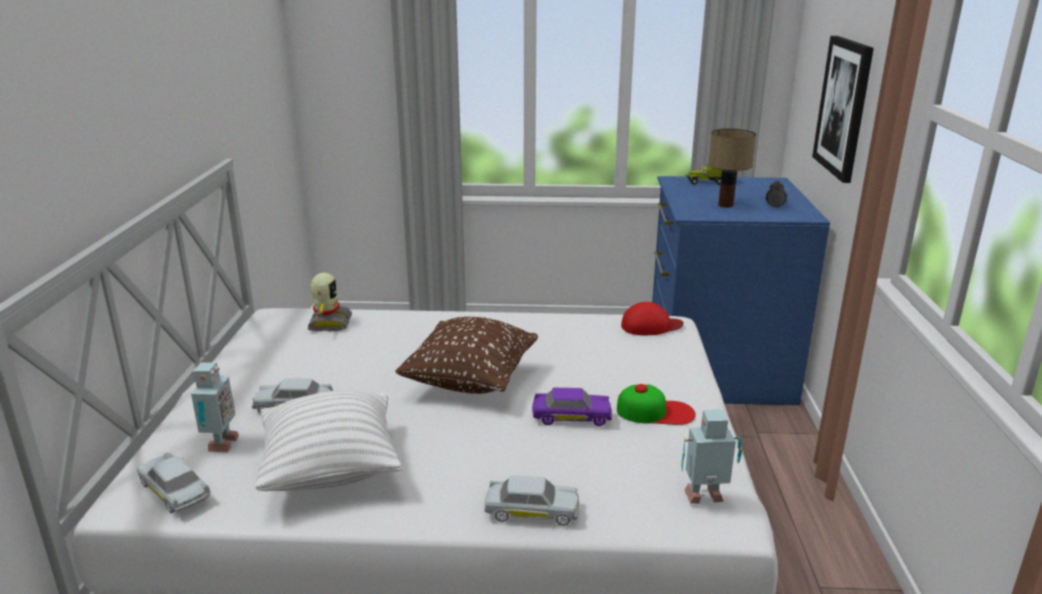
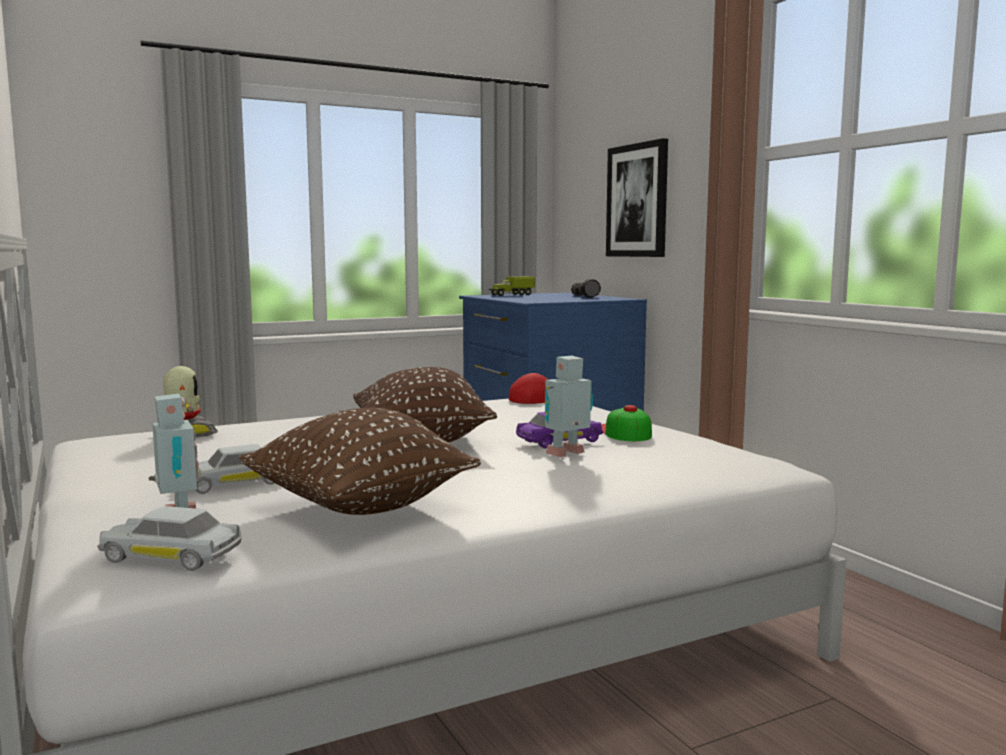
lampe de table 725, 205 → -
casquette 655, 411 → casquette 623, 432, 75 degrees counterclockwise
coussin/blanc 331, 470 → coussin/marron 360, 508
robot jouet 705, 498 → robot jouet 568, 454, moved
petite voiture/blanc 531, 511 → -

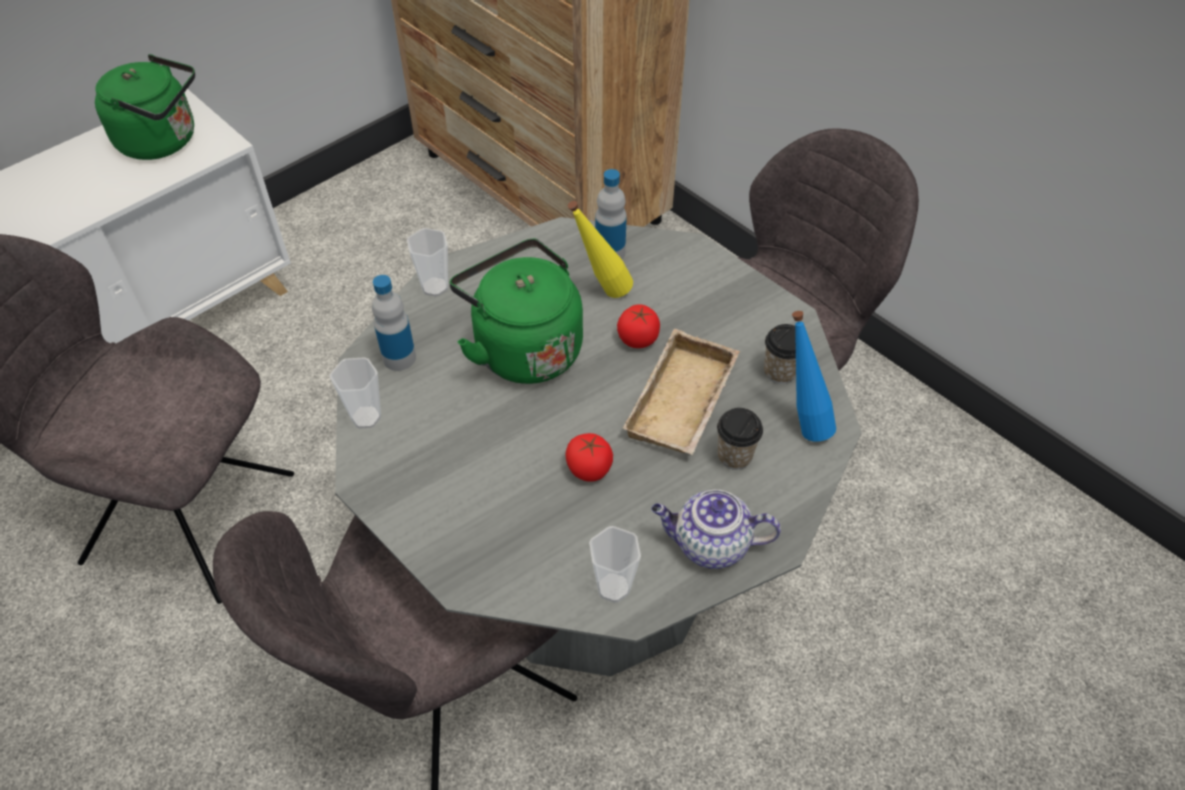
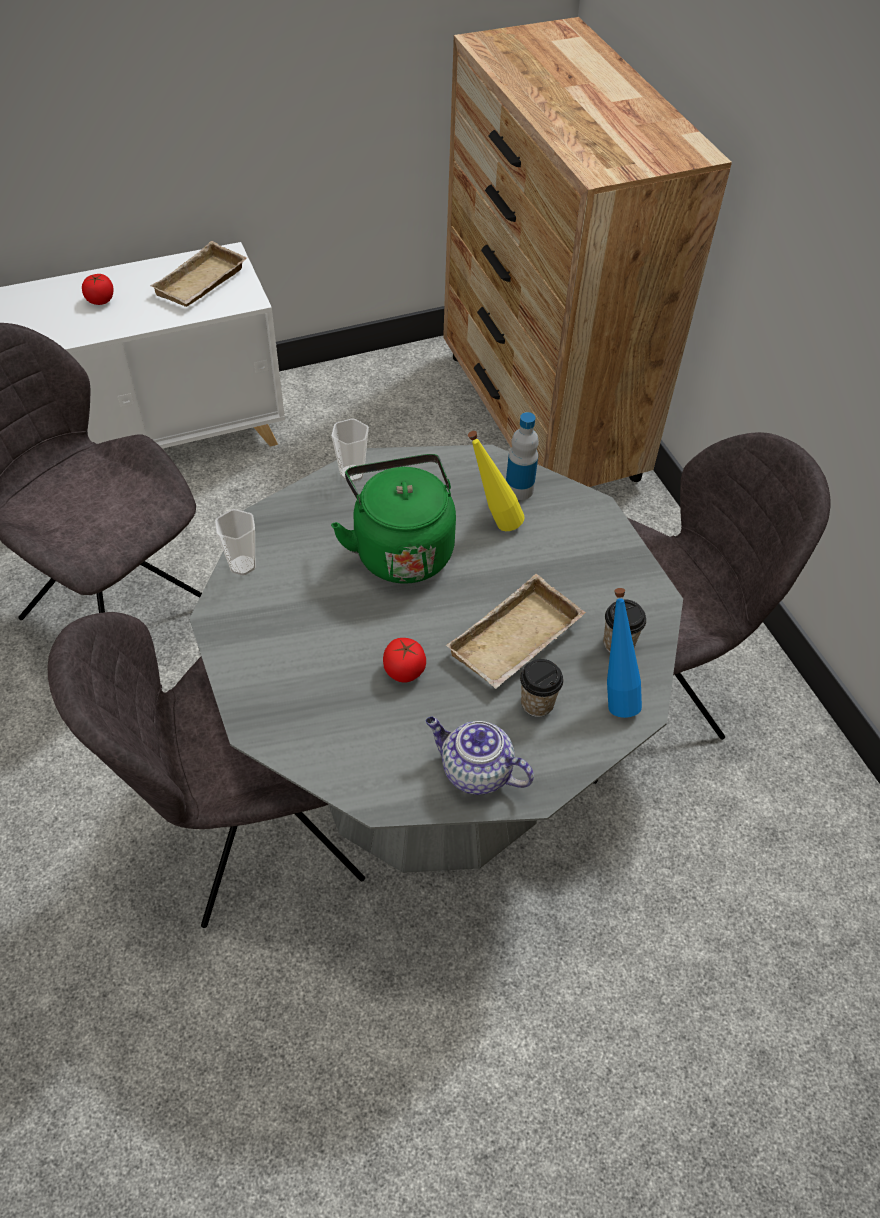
bouilloire/vert 163, 141 → plateau/beige 202, 284
bouteille 399, 358 → -
tomate 638, 338 → tomate 100, 300, moved
tasse 613, 587 → -

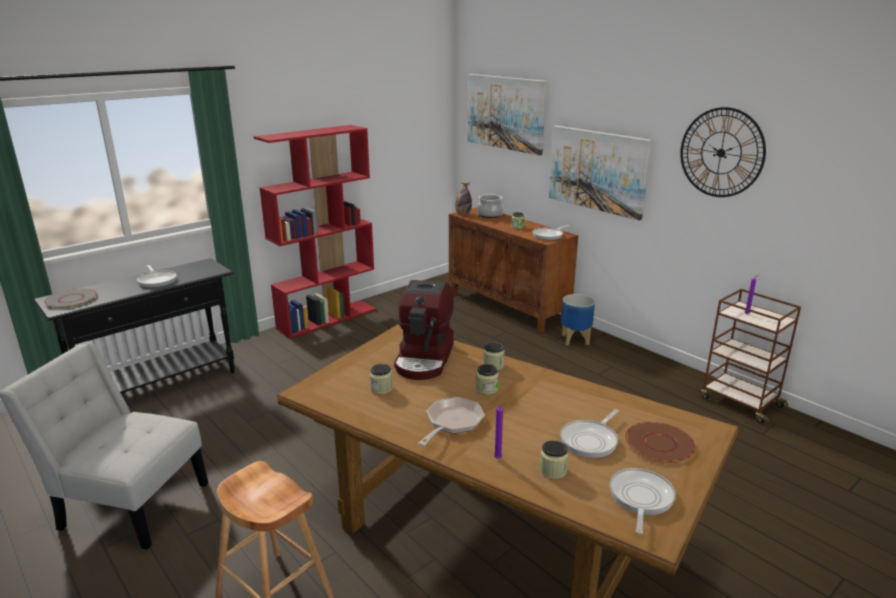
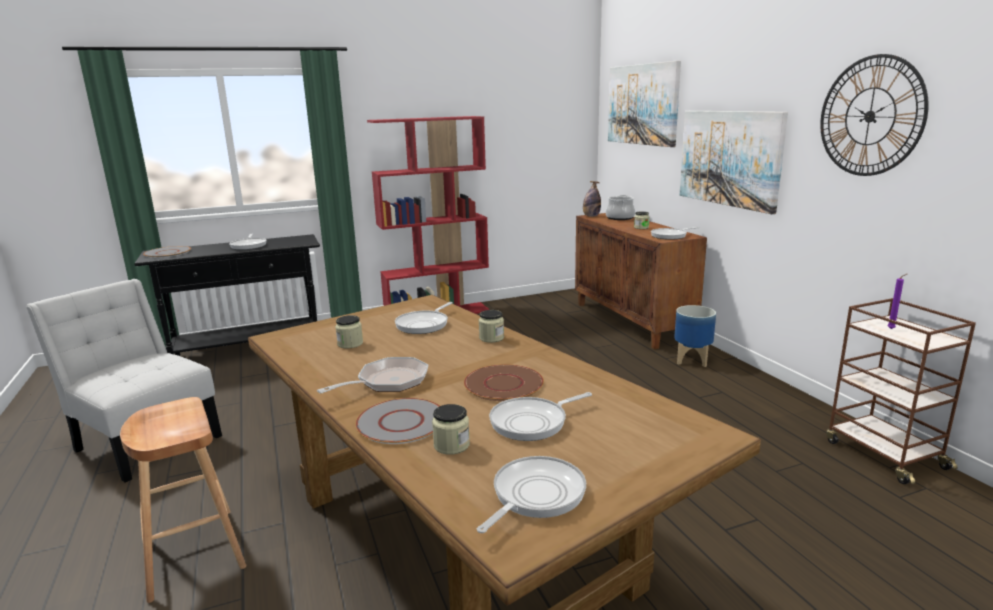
machine à café 425, 359 → poêle 424, 324
bocal 487, 389 → -
bougie/violet 499, 458 → assiette/gris 401, 423
assiette/marron 660, 444 → assiette/marron 504, 384, moved

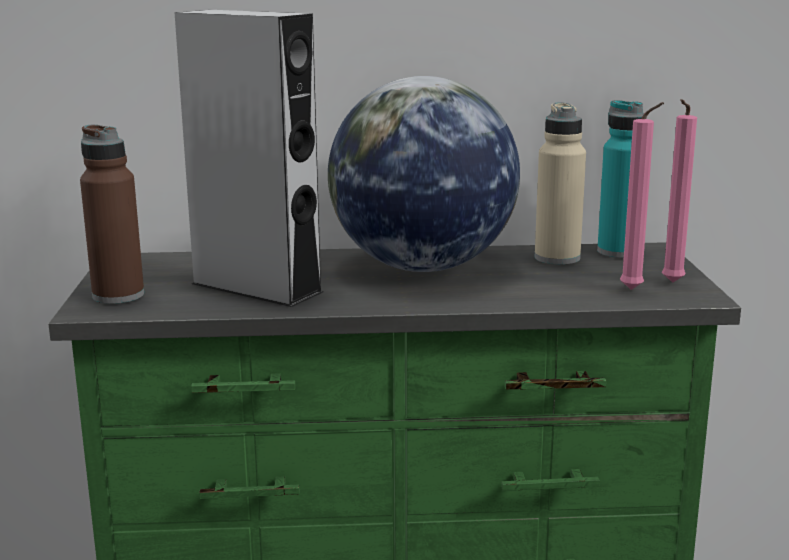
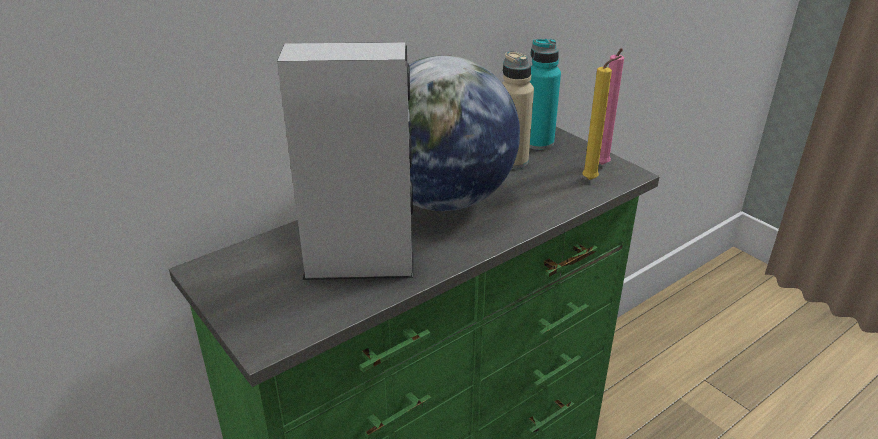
bougie/rose 634, 290 → bougie/jaune 592, 180
bouteille/marron 118, 296 → -

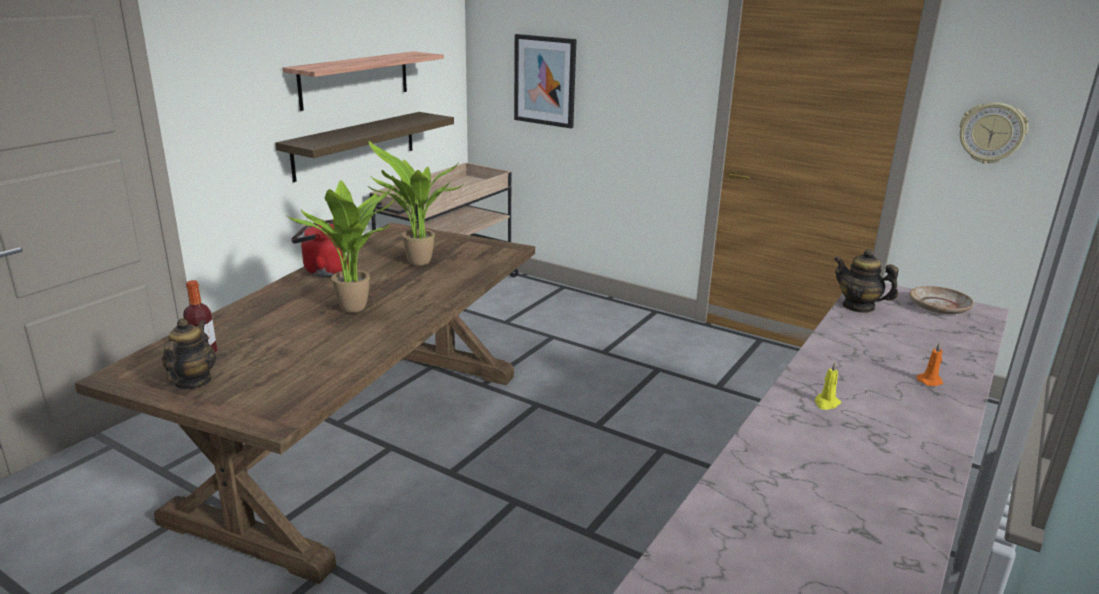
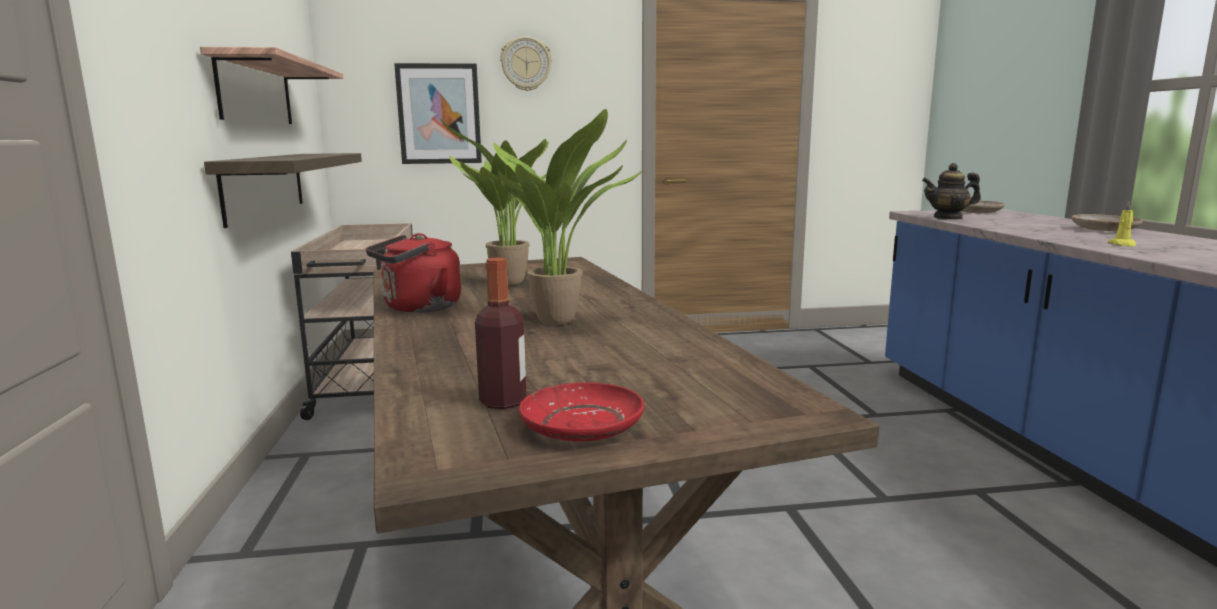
horloge murale 991, 133 → horloge murale 526, 64, moved
théière 192, 382 → assiette/rouge 582, 427
bougie/orange 930, 381 → assiette/beige 1104, 229

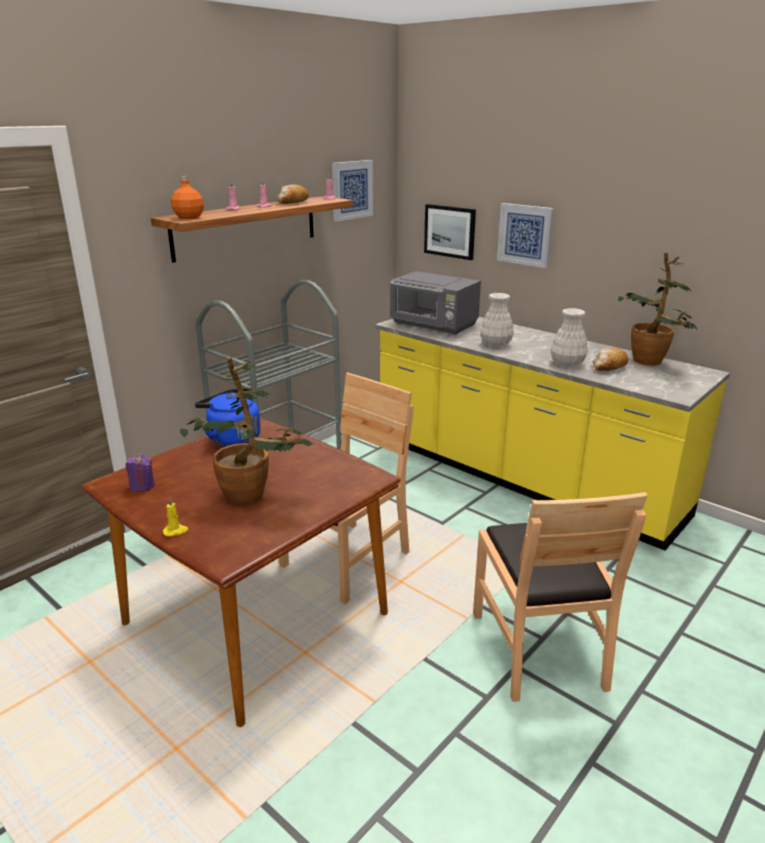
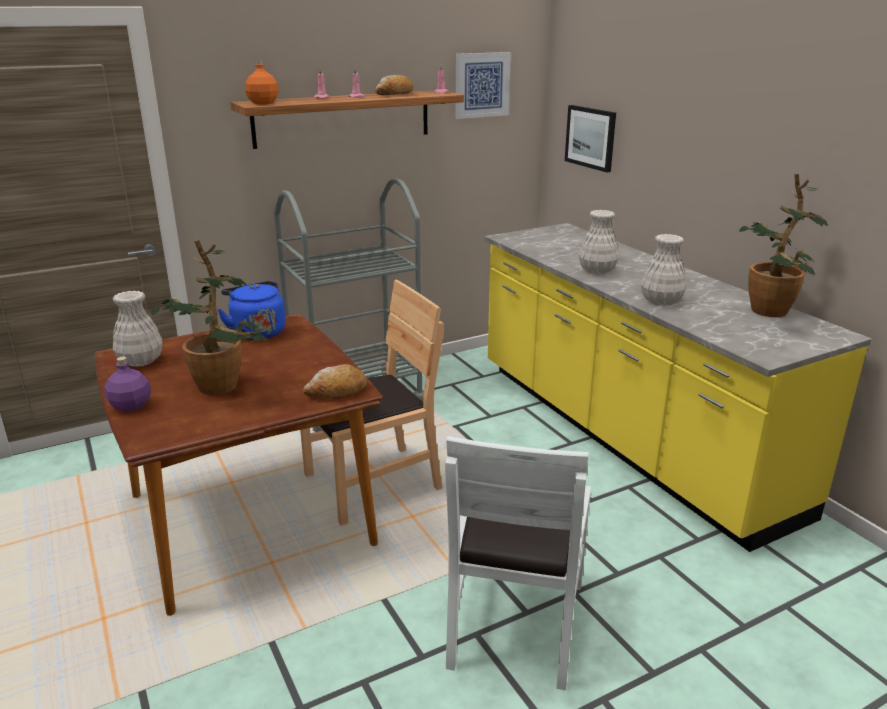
tableau 525, 235 → -
micro-ondes/gris 434, 325 → -
pain 608, 366 → pain 337, 391, moved
bougie/violet 142, 486 → vase/blanc 141, 361
chaise/marron 539, 648 → chaise/blanc 514, 622
bougie/jaune 176, 531 → bouteille/violet 131, 406

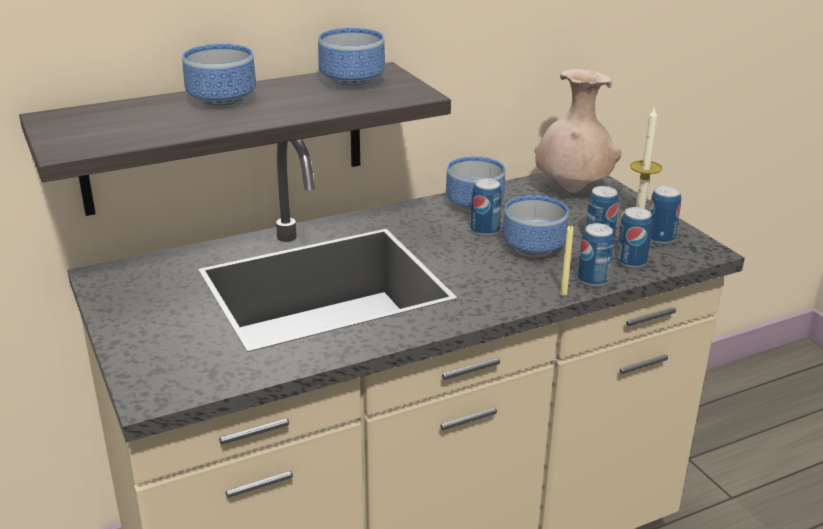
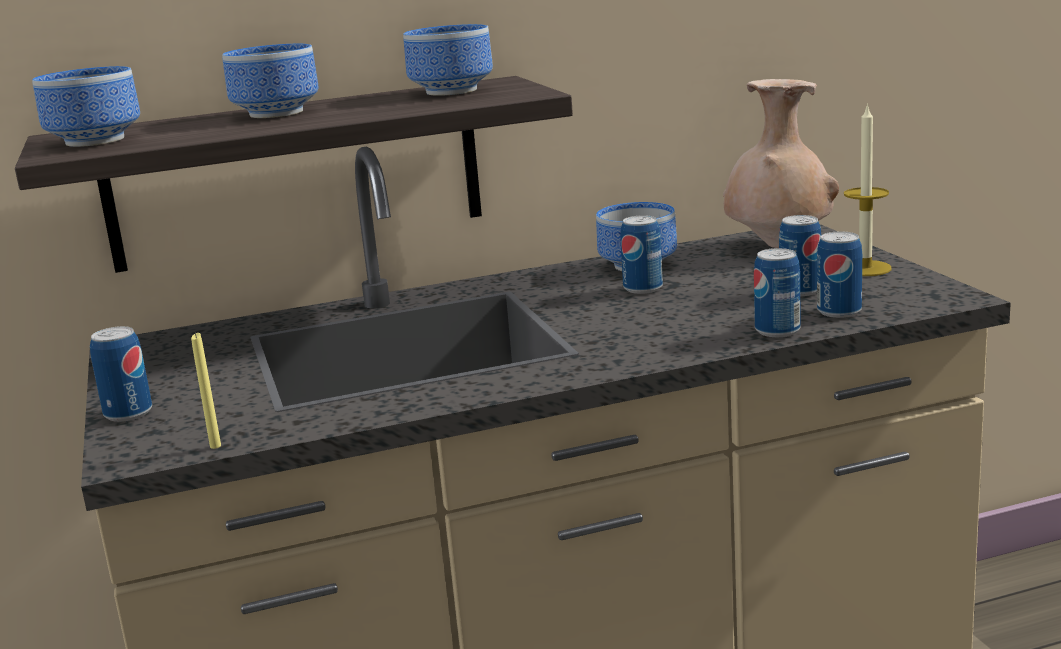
boîte métallique 660, 238 → boîte métallique 128, 413, moved
bol 533, 247 → bol 97, 140, moved
bougie/jaune 563, 293 → bougie/jaune 215, 446, moved

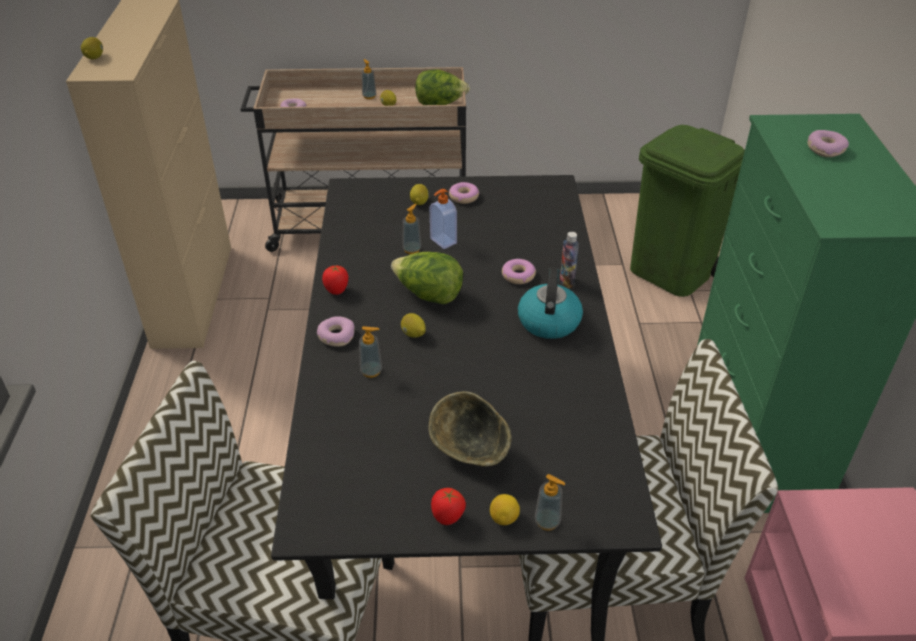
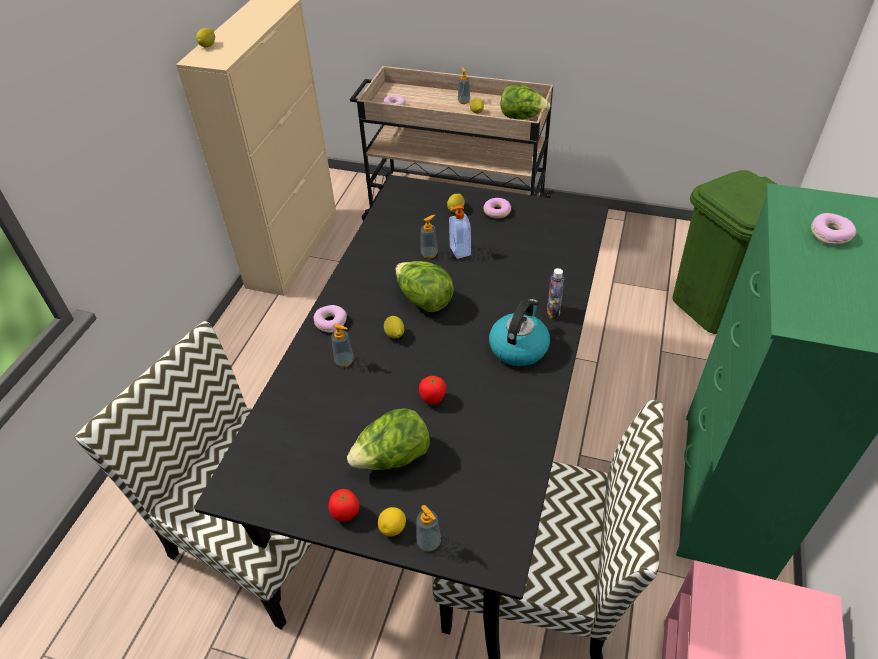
beignet 518, 276 → -
tomate 337, 291 → tomate 433, 400, moved
bol 471, 453 → laitue 392, 458

